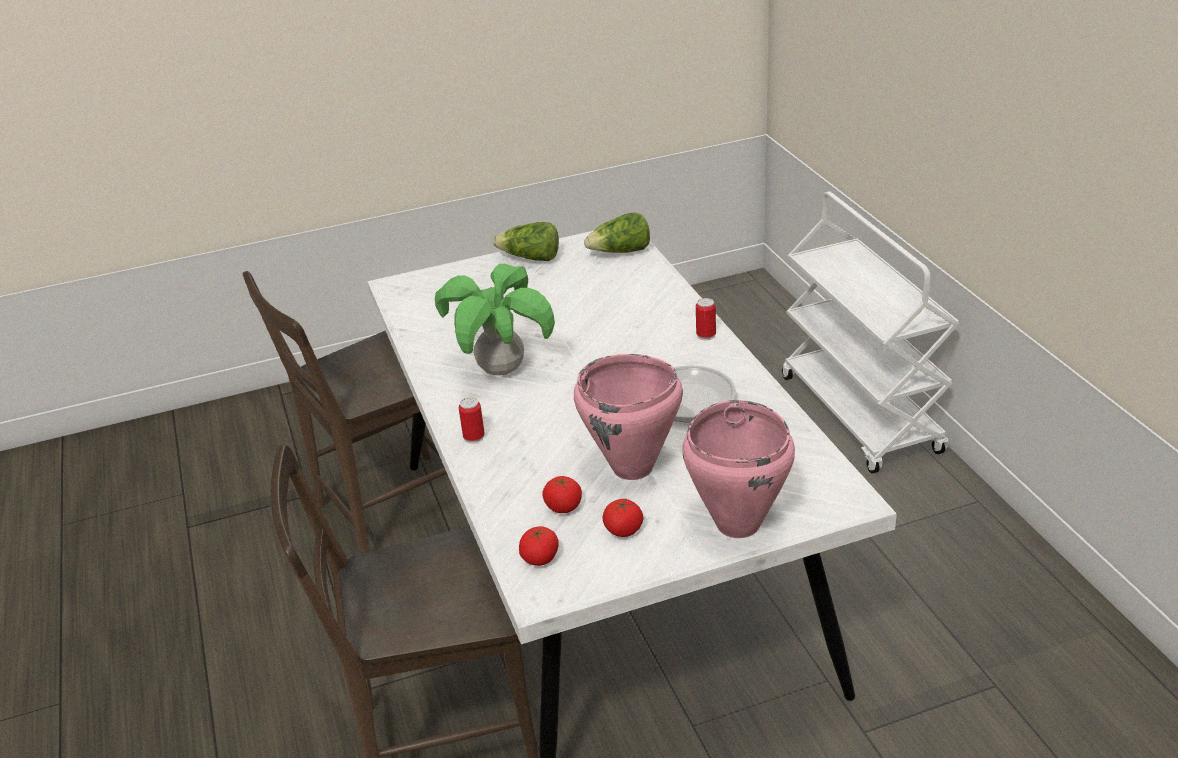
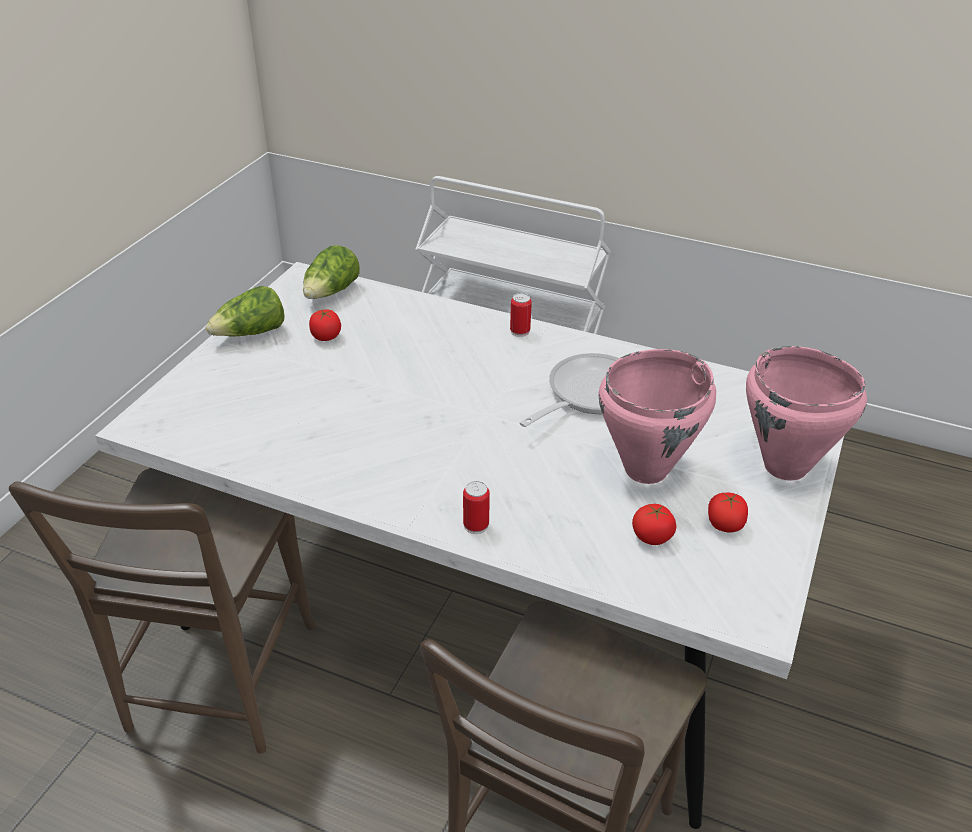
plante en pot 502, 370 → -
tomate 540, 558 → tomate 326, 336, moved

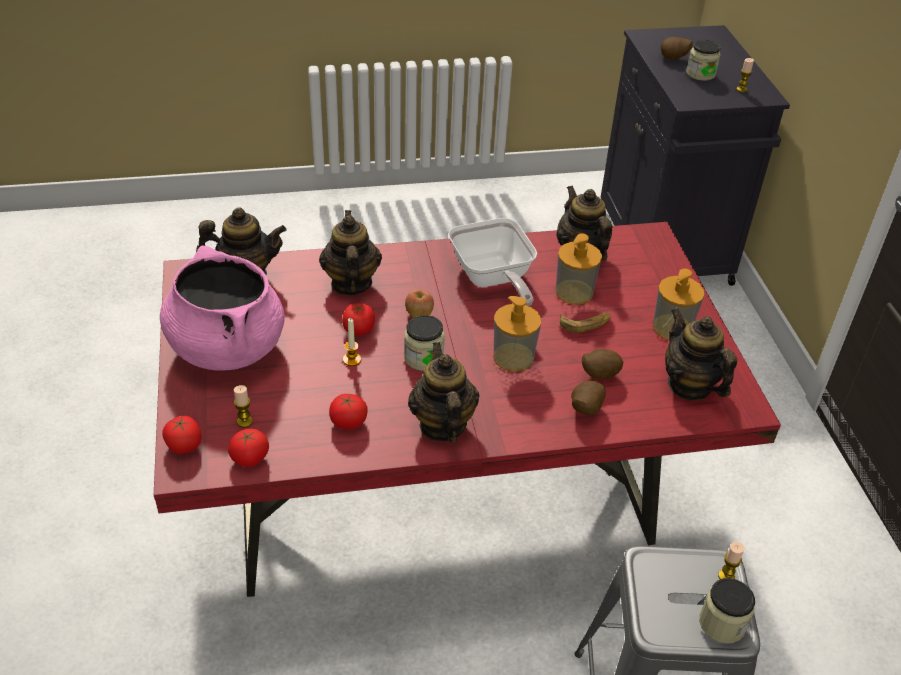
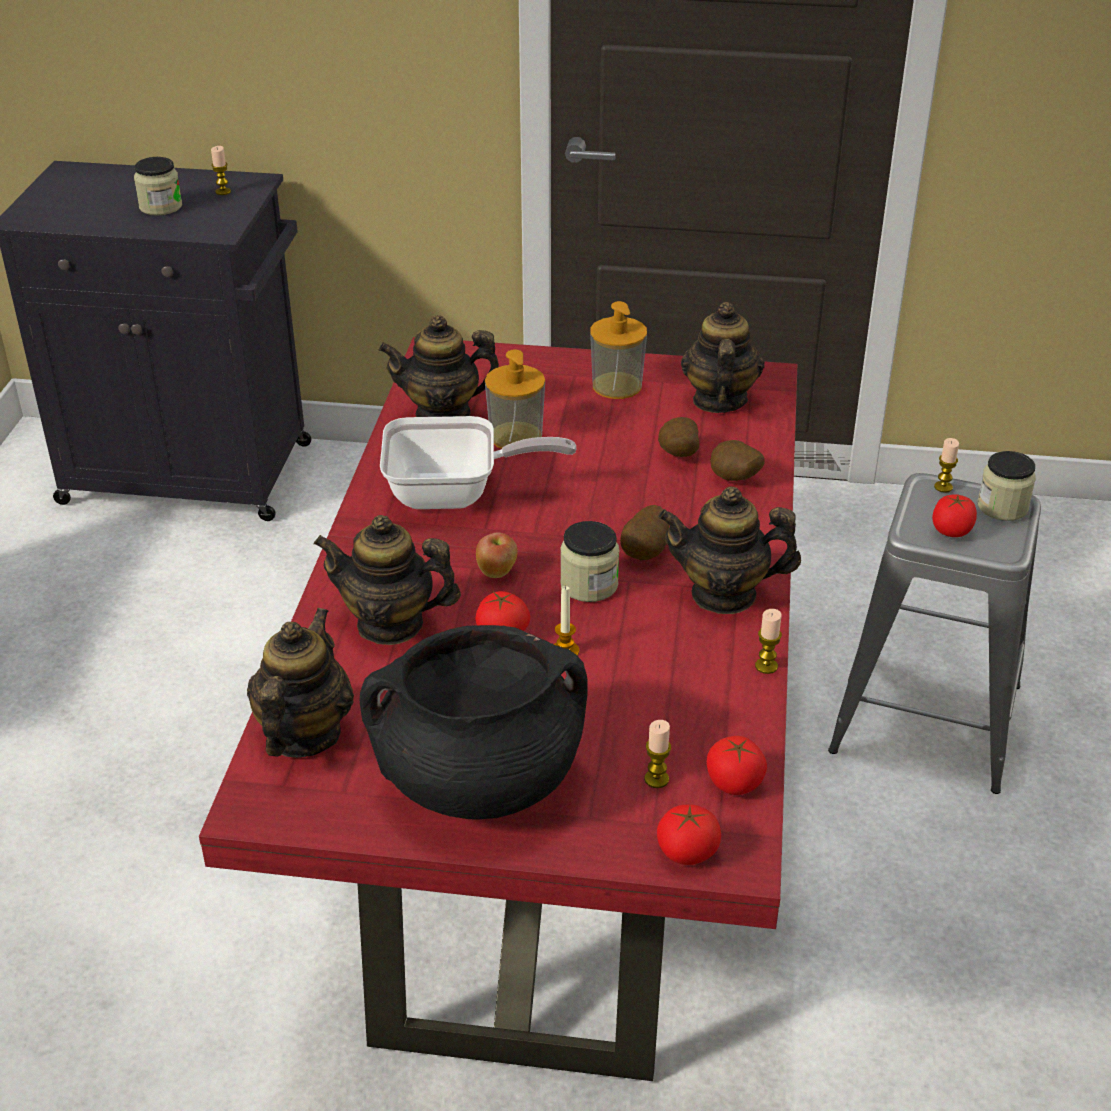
pomme de terre 673, 59 → pomme de terre 646, 553, moved
marmite/rose 226, 347 → marmite/noir 479, 779
distributeur de savon 513, 357 → -
théière 689, 385 → théière 719, 400, 105 degrees clockwise
banane 585, 324 → -
tomate 348, 422 → tomate 951, 531, moved
- → bougie 766, 666

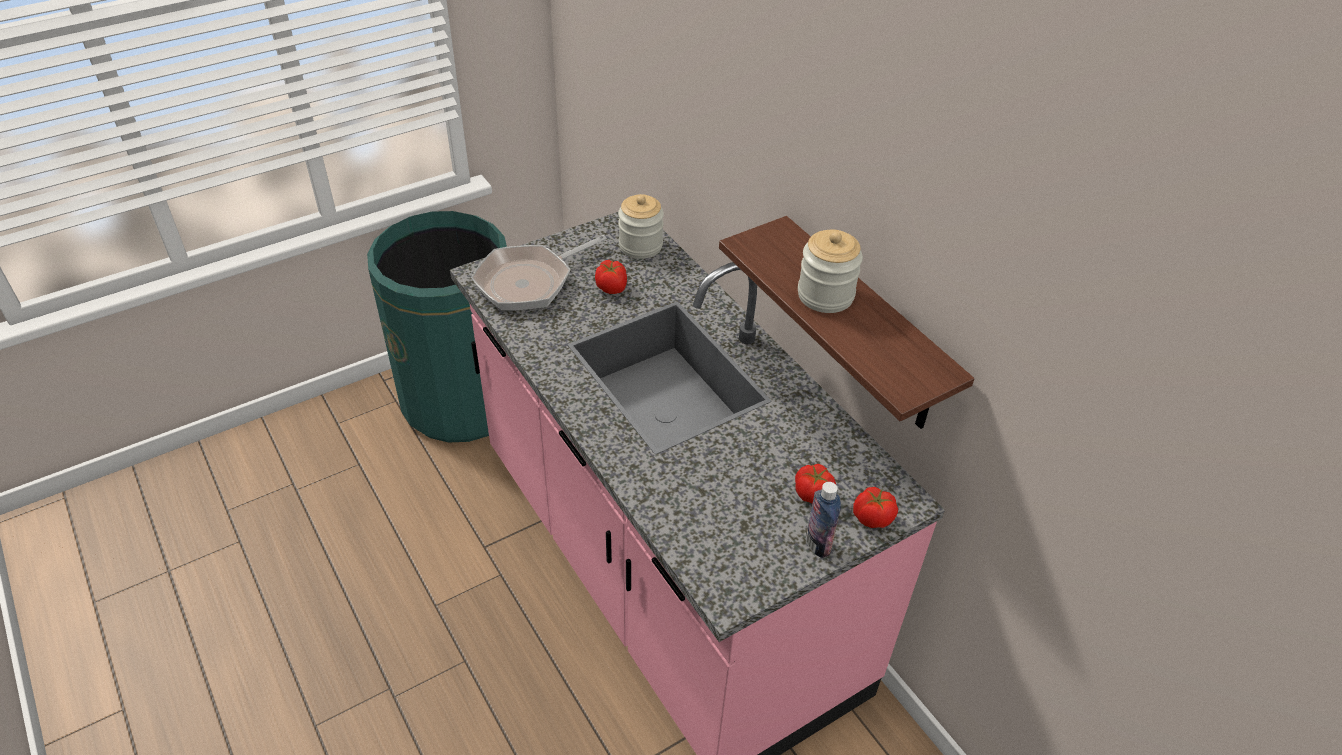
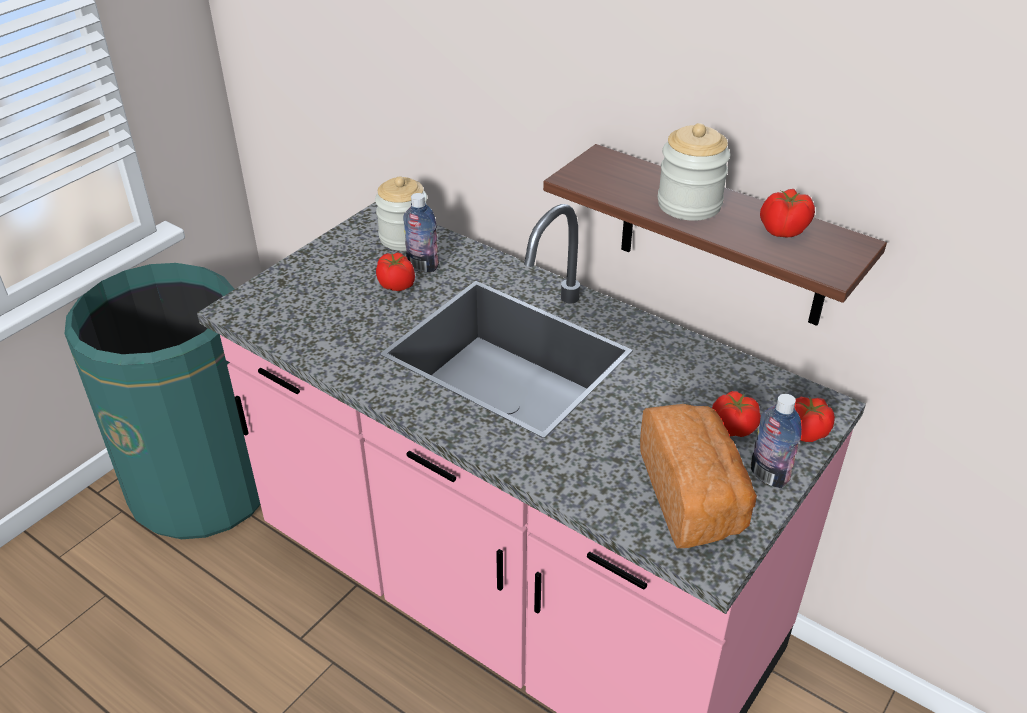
poêle 530, 282 → -
- → tomate 782, 231
- → bouteille 422, 266
- → pain 694, 496

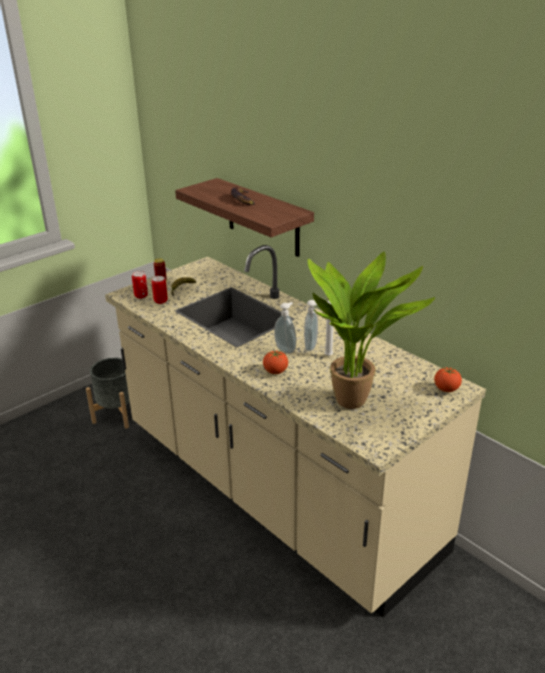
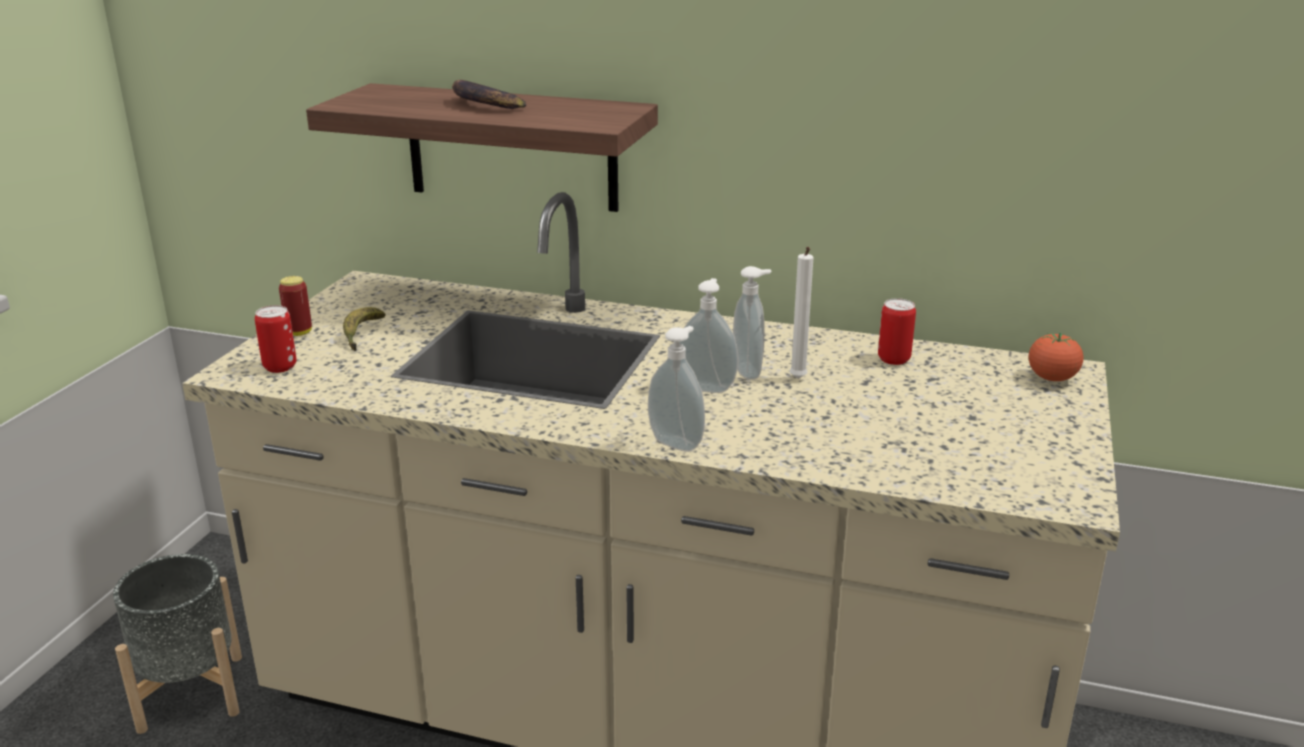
plante en pot 356, 400 → -
boîte métallique 160, 301 → boîte métallique 893, 359, moved
tomate 275, 372 → -
- → distributeur de savon 677, 442

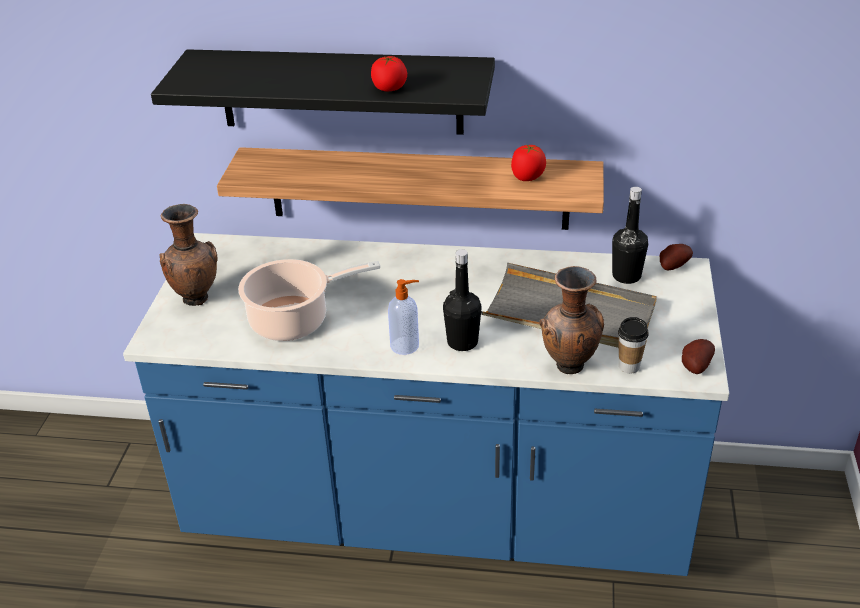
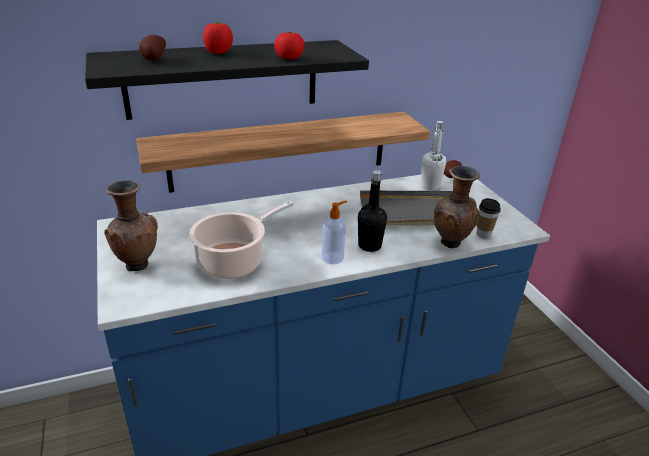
tomate 527, 177 → tomate 218, 52, moved
bouteille/noir 626, 276 → bouteille/blanc 430, 186
pomme de terre 694, 367 → pomme de terre 153, 60, moved

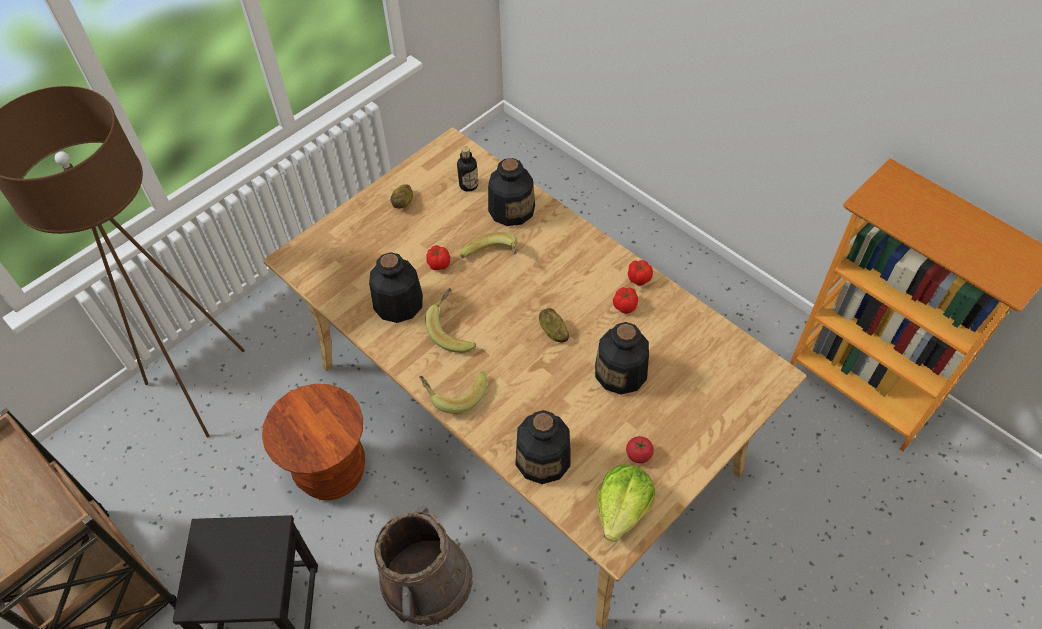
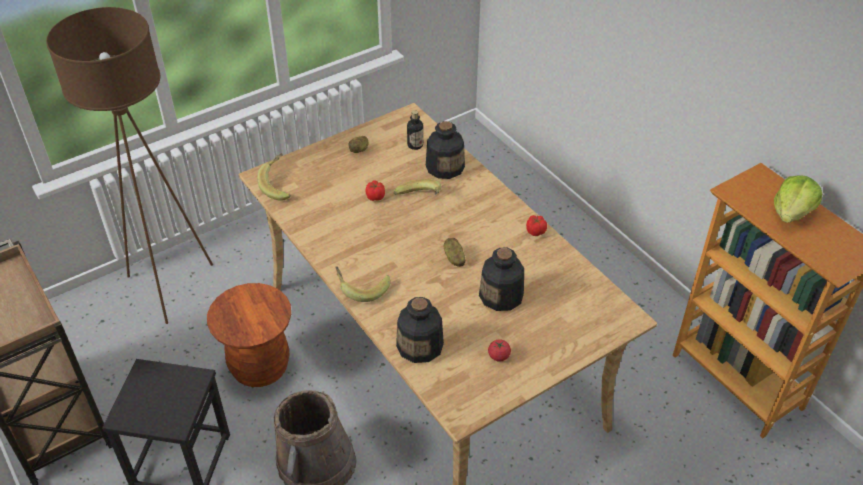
bouteille 398, 303 → -
tomate 625, 305 → -
banane 454, 329 → banane 279, 186, moved
laitue 622, 509 → laitue 792, 212, moved

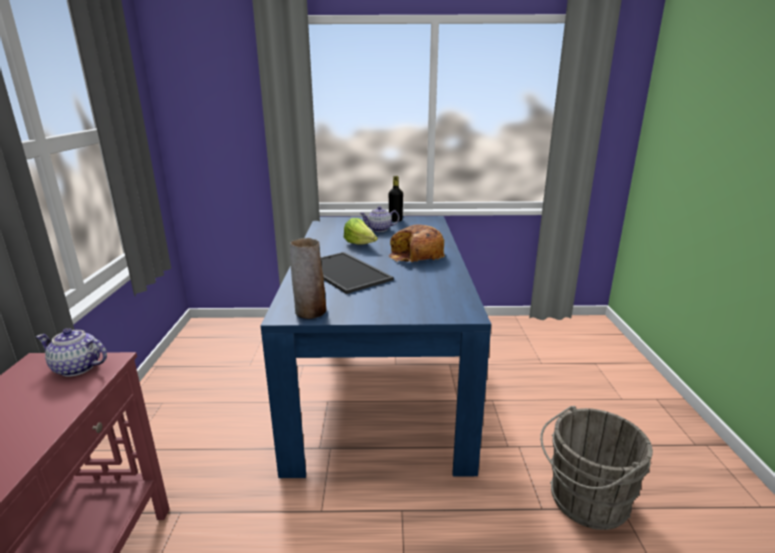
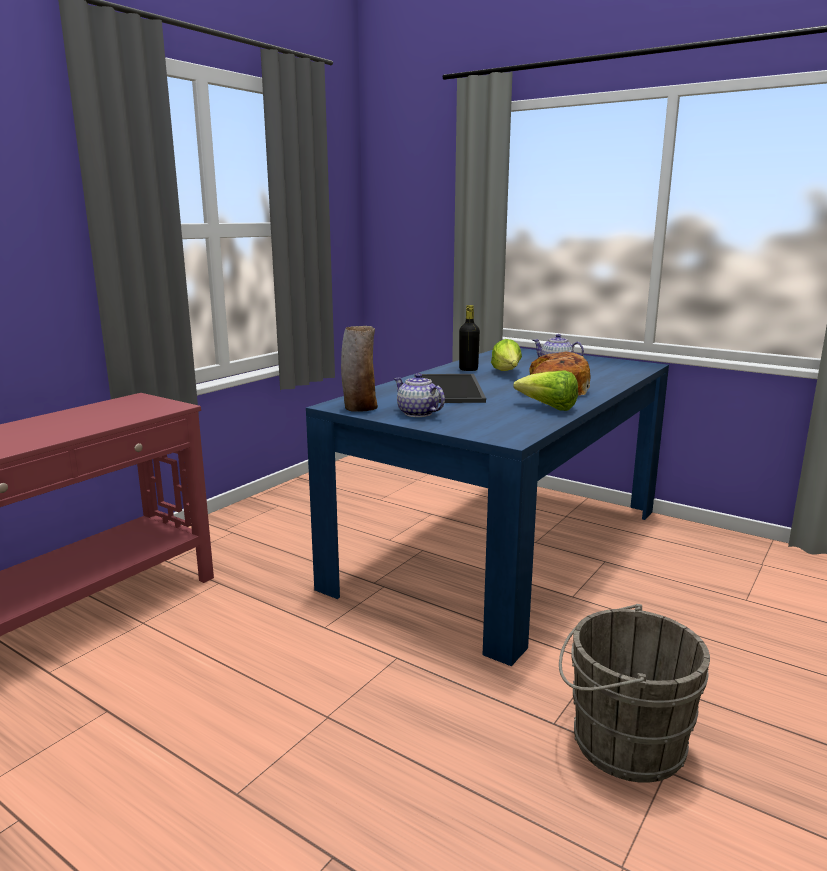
bouteille/noir 395, 220 → bouteille/noir 468, 369, moved
théière 77, 368 → théière 418, 413, moved
- → laitue 548, 408

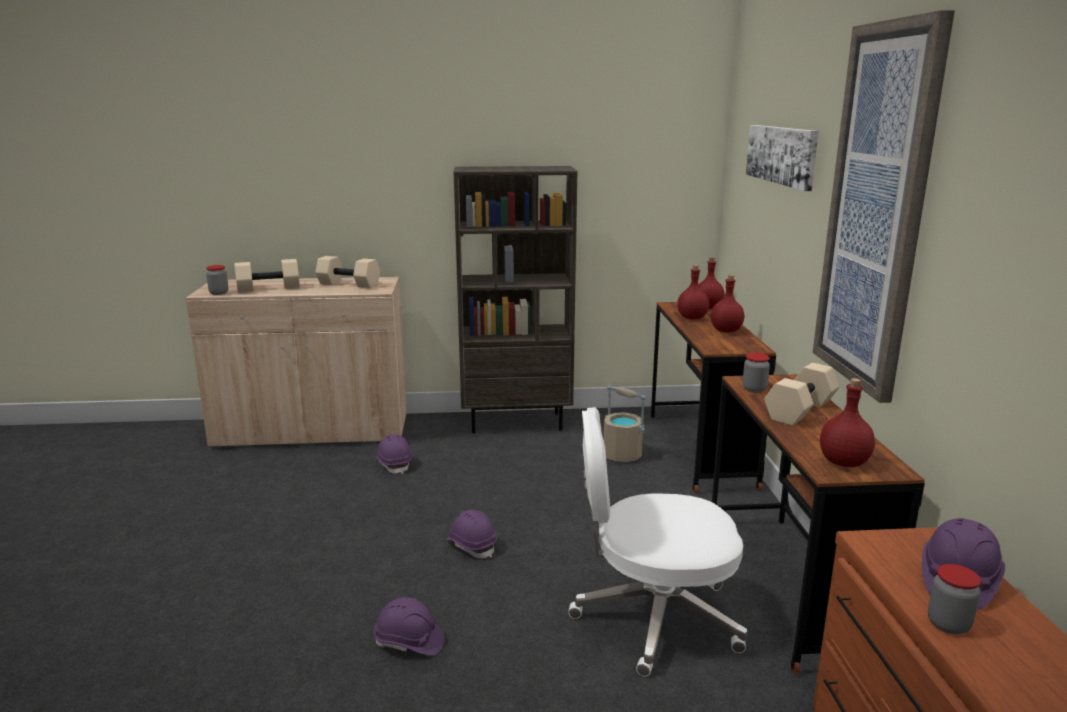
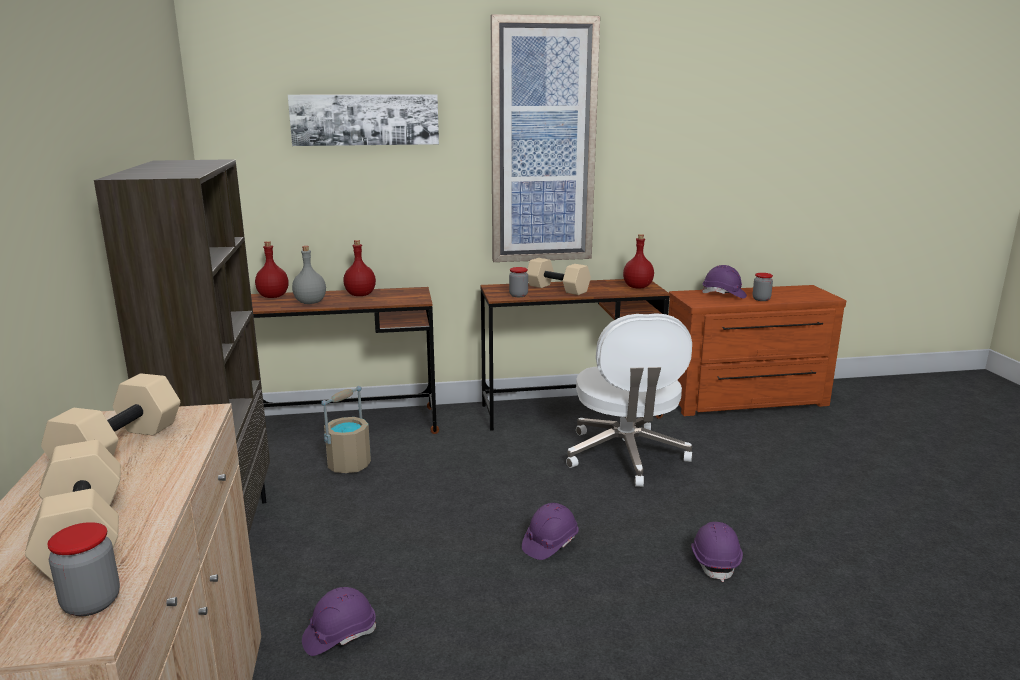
bouteille/rouge 692, 318 → bouteille/gris 310, 302

